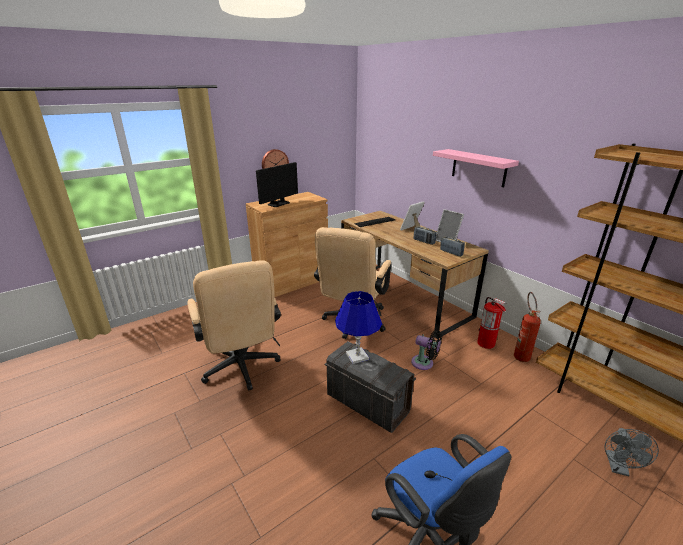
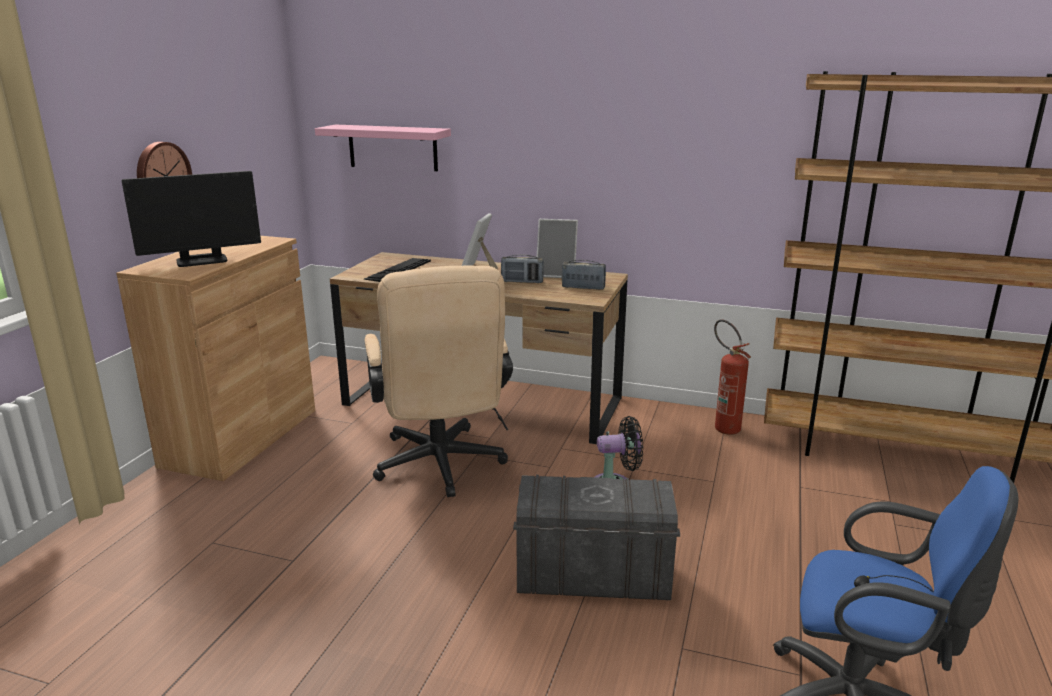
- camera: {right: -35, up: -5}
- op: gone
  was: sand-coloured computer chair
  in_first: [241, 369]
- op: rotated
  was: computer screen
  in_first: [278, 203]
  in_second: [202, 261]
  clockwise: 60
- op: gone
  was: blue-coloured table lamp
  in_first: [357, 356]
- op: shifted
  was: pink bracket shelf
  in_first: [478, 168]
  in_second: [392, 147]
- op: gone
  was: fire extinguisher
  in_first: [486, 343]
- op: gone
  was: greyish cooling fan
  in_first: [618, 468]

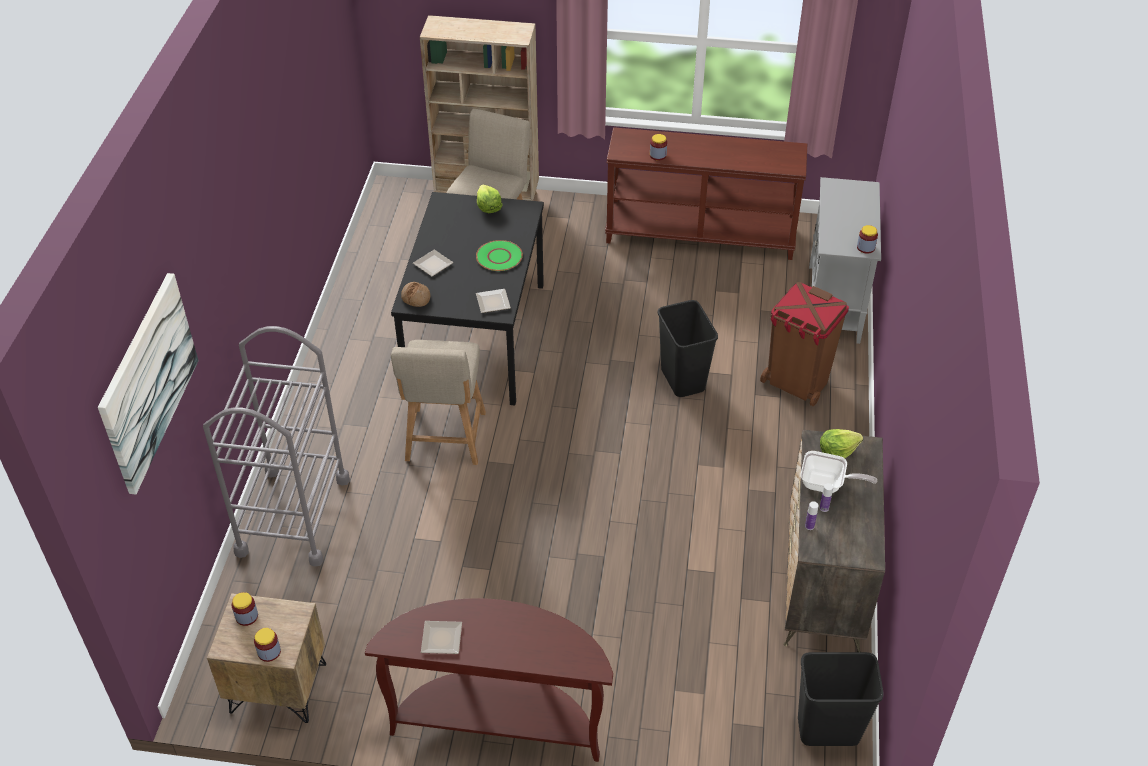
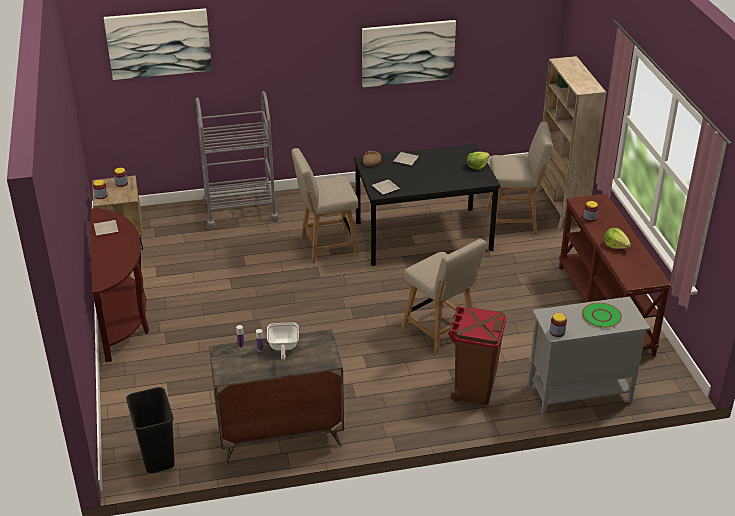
- camera: {right: 70, up: -10}
- op: shifted
  was: green flat dish
  in_first: [499, 256]
  in_second: [602, 316]
- op: swapped
  was: black-coloured rubbish bin
  now: sand-coloured plain chair
  in_first: [683, 380]
  in_second: [440, 332]
- op: shifted
  was: lettuce head
  in_first: [837, 451]
  in_second: [616, 245]
- op: new
  now: wall art
  in_second: [408, 53]

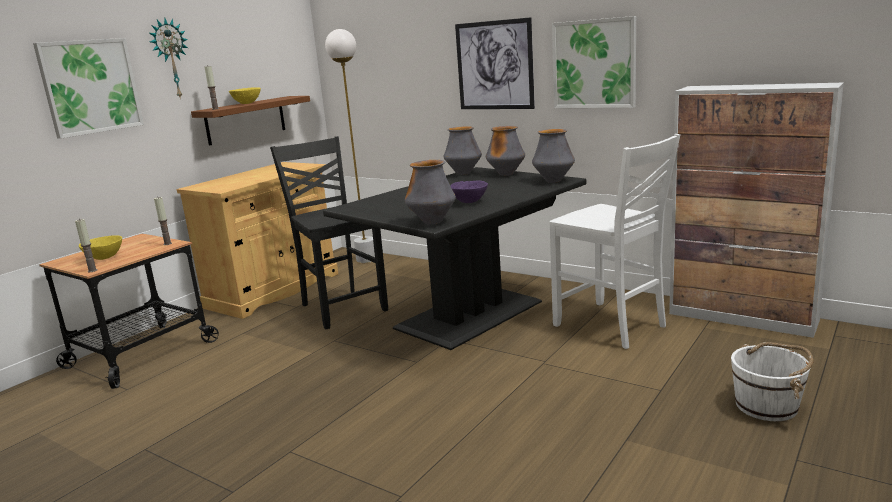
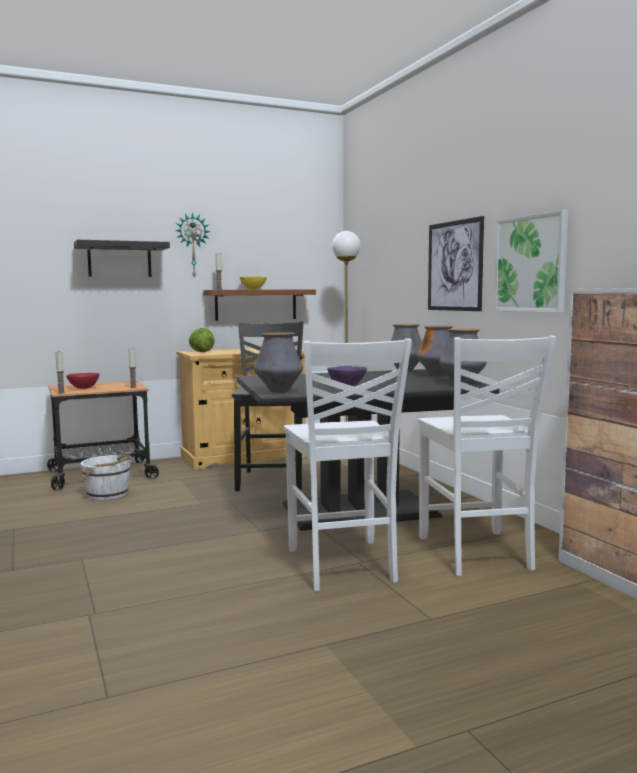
- camera: {right: 30, up: -10}
- op: swapped
  was: wall art
  now: black-coloured bracket shelf
  in_first: [90, 86]
  in_second: [119, 260]
- op: repainted
  was: yellowish deep dish
  now: red deep dish
  in_first: [104, 258]
  in_second: [84, 388]
- op: shifted
  was: white-coloured water bucket
  in_first: [767, 406]
  in_second: [108, 494]
- op: new
  now: lettuce head
  in_second: [201, 352]
- op: new
  now: white-coloured plain chair
  in_second: [342, 566]

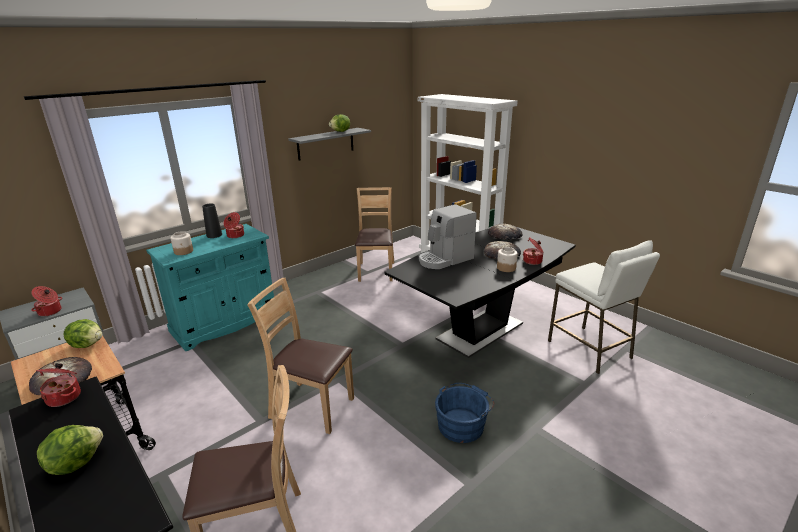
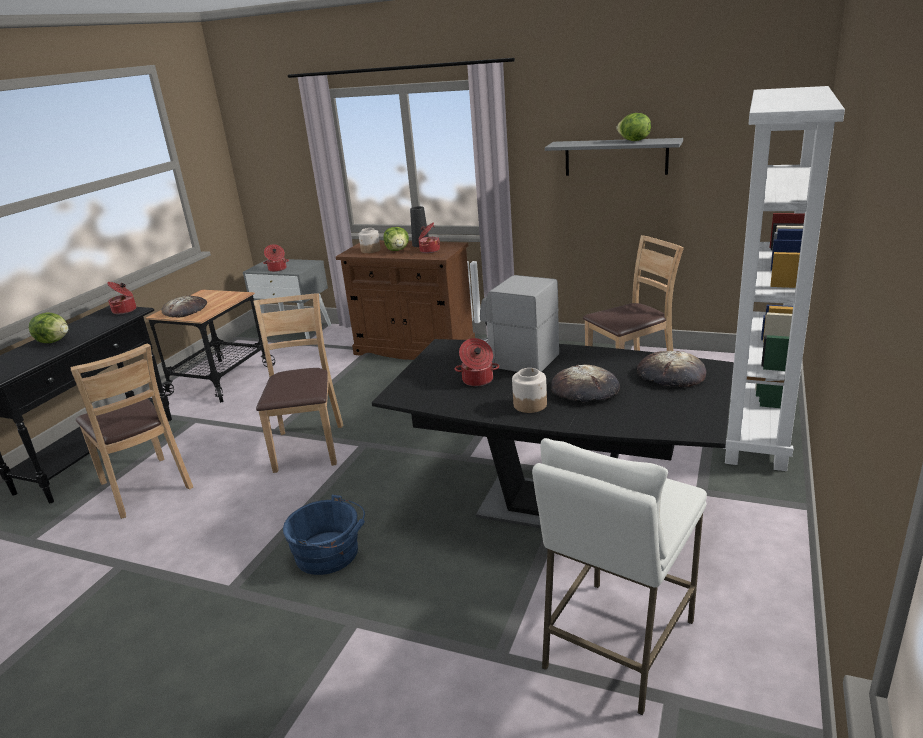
- camera: {right: 65, up: 0}
- op: shifted
  was: lettuce head
  in_first: [88, 344]
  in_second: [398, 250]
- op: repainted
  was: blue-green cabinet
  now: brown-coloured cabinet
  in_first: [225, 323]
  in_second: [414, 348]
- op: shifted
  was: stockpot
  in_first: [533, 261]
  in_second: [477, 380]

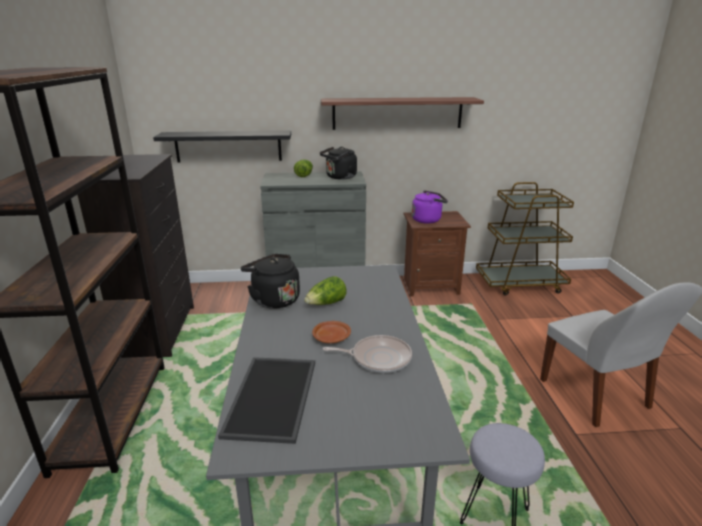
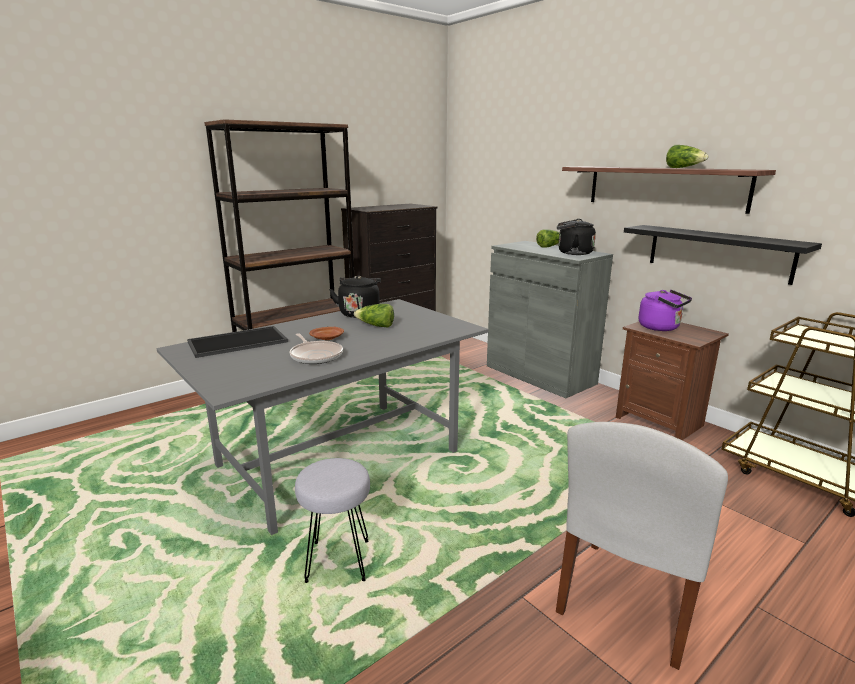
- camera: {right: 55, up: -5}
- op: shifted
  was: black-coloured bracket shelf
  in_first: [228, 146]
  in_second: [718, 253]
- op: new
  now: lettuce head
  in_second: [683, 168]

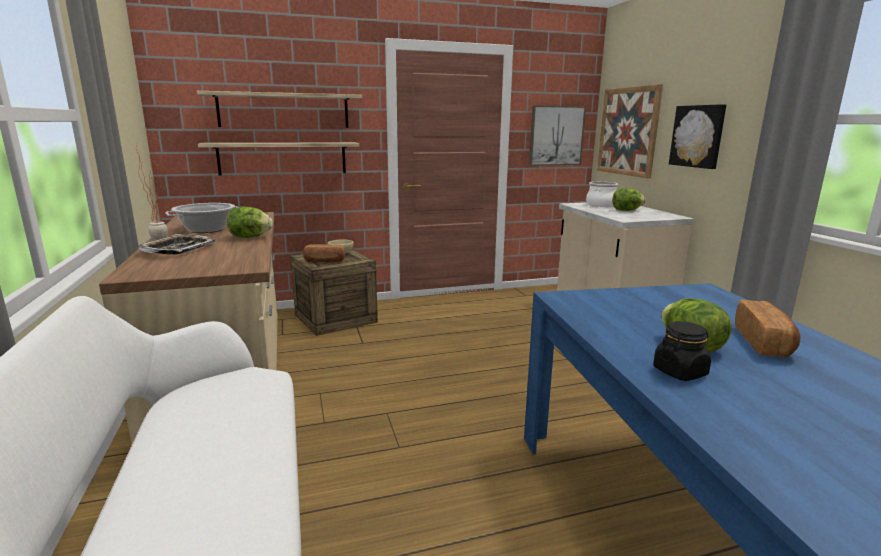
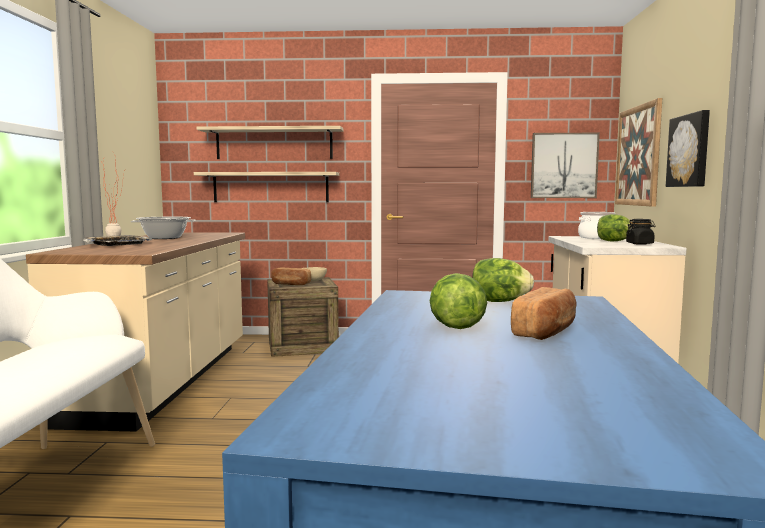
- camera: {right: 20, up: -10}
- op: shifted
  was: lettuce head
  in_first: [250, 237]
  in_second: [499, 302]
- op: shifted
  was: black-coloured preserve jar
  in_first: [680, 372]
  in_second: [640, 244]

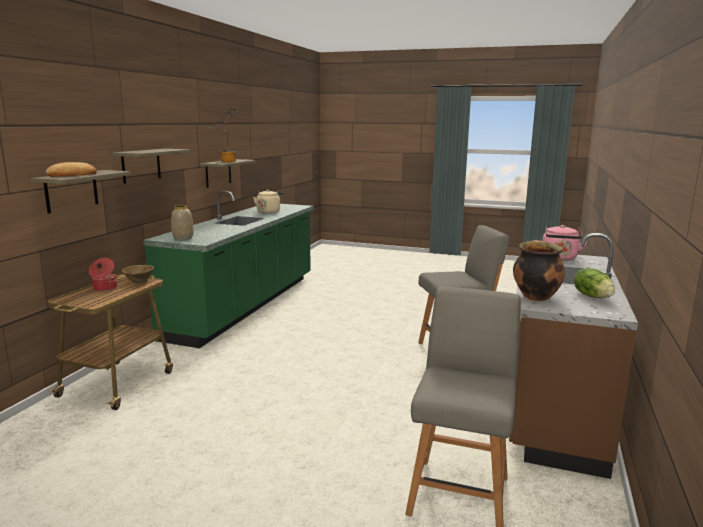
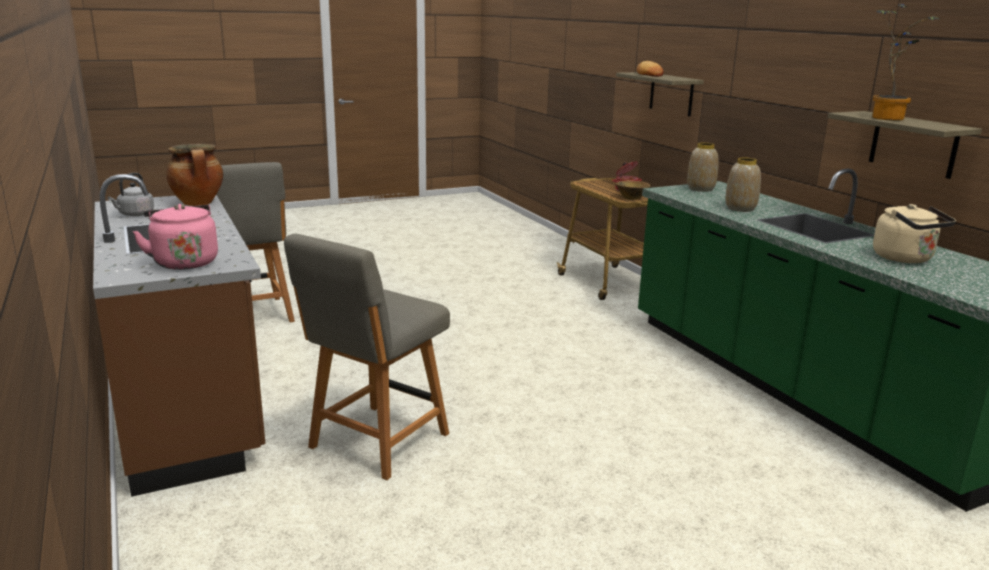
- camera: {right: 135, up: 5}
- op: gone
  was: bracket shelf
  in_first: [141, 165]
- op: swapped
  was: lettuce head
  now: greyish tea kettle
  in_first: [592, 296]
  in_second: [135, 214]
- op: new
  now: decorative vase
  in_second: [740, 209]

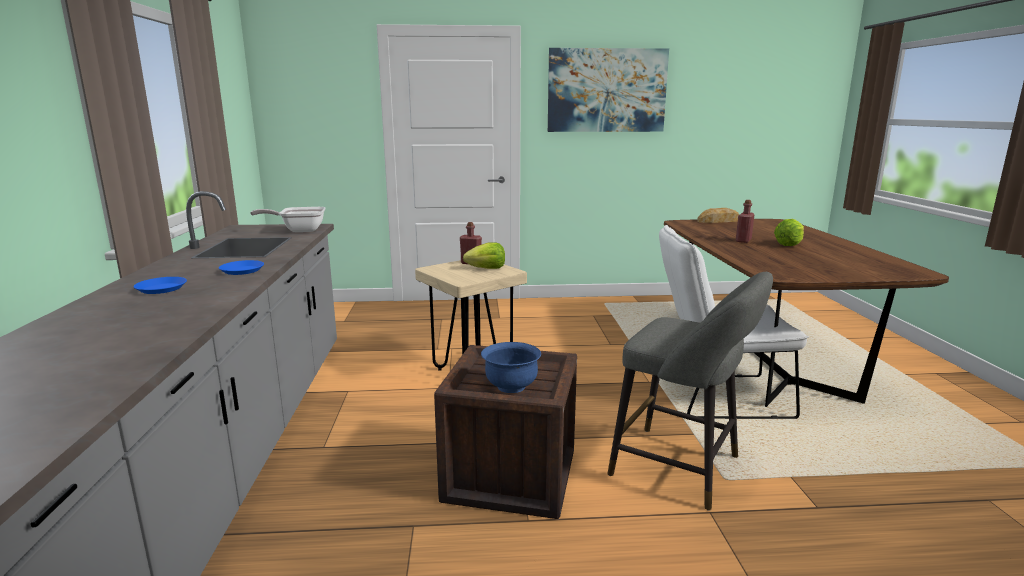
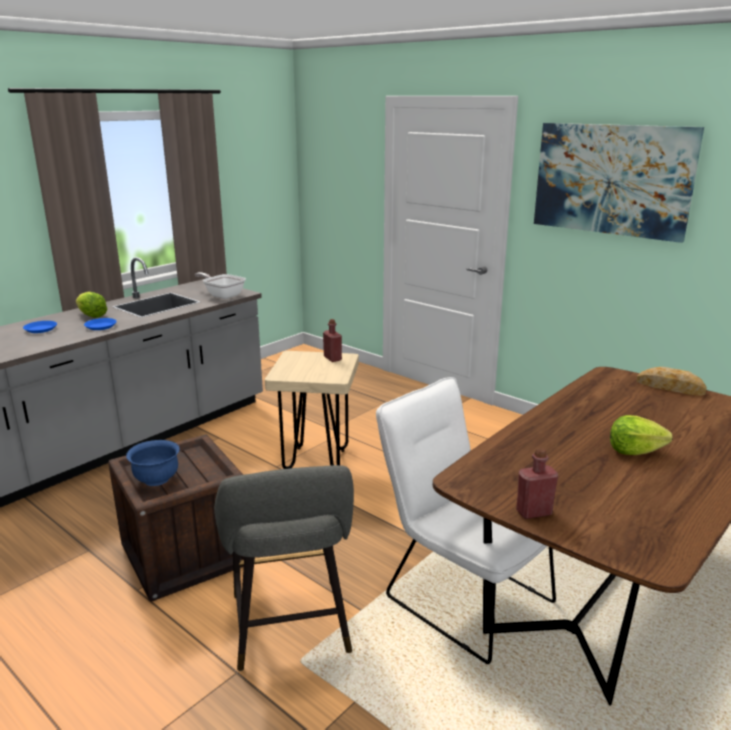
- camera: {right: 45, up: 5}
- op: shifted
  was: lettuce head
  in_first: [487, 269]
  in_second: [91, 316]
- op: shifted
  was: red beverage bottle
  in_first: [743, 240]
  in_second: [534, 512]

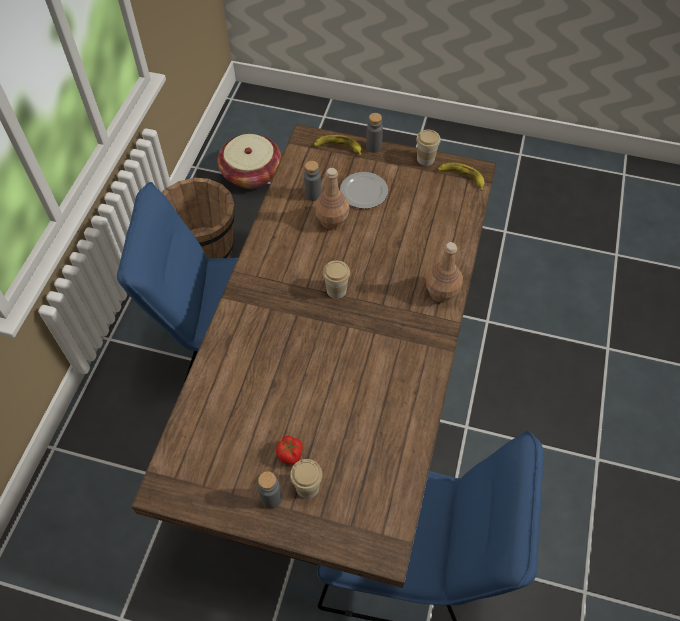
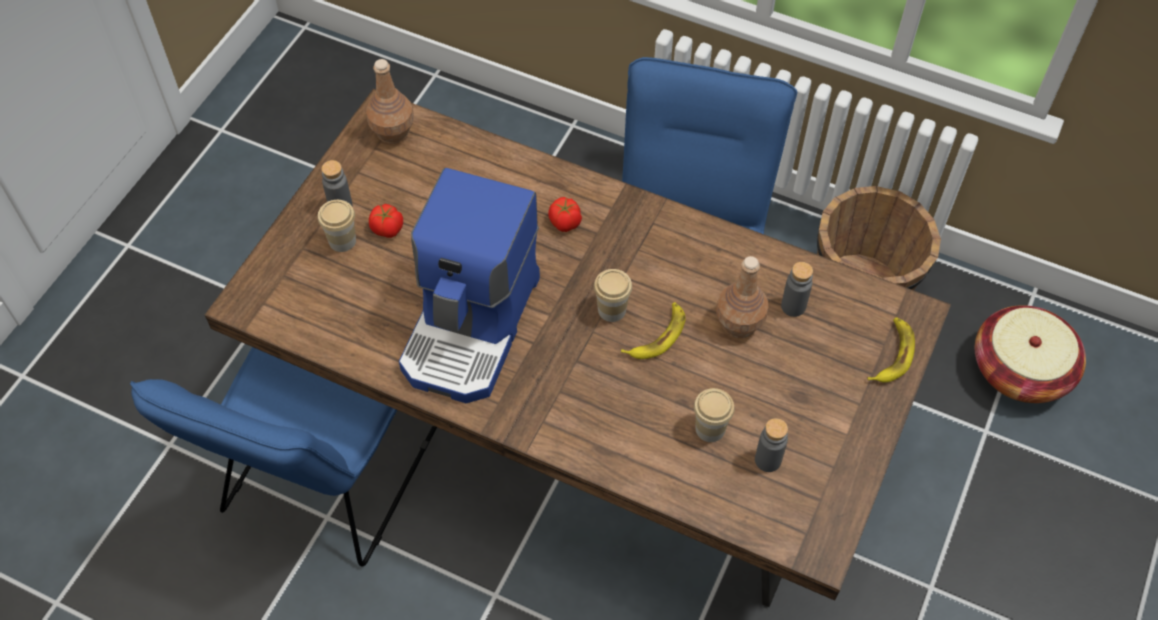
- camera: {right: 100, up: 0}
- op: gone
  was: flat dish
  in_first: [363, 192]
- op: shifted
  was: greyish beverage bottle
  in_first: [373, 147]
  in_second: [768, 460]
- op: shifted
  was: cup
  in_first: [425, 159]
  in_second: [710, 429]
- op: shifted
  was: brown-coloured beverage bottle
  in_first: [442, 292]
  in_second: [393, 132]
- op: shifted
  was: banana
  in_first: [461, 177]
  in_second: [657, 335]
- op: new
  now: coffee machine
  in_second: [472, 327]
- op: new
  now: whole tomato
  in_second: [565, 223]

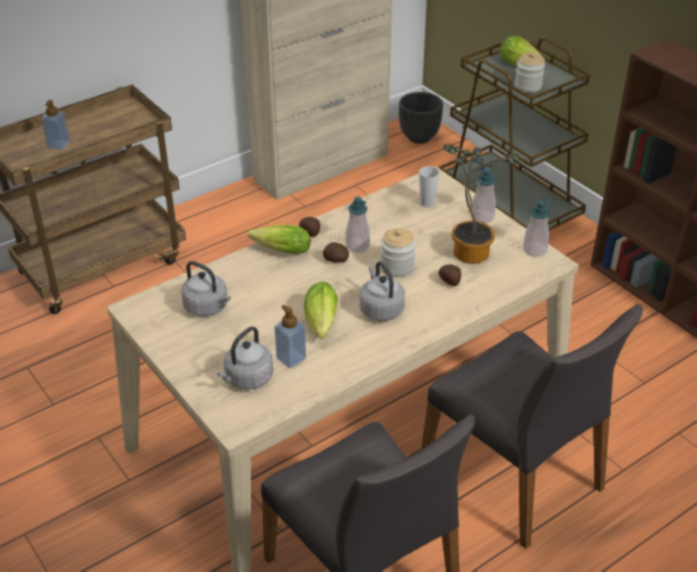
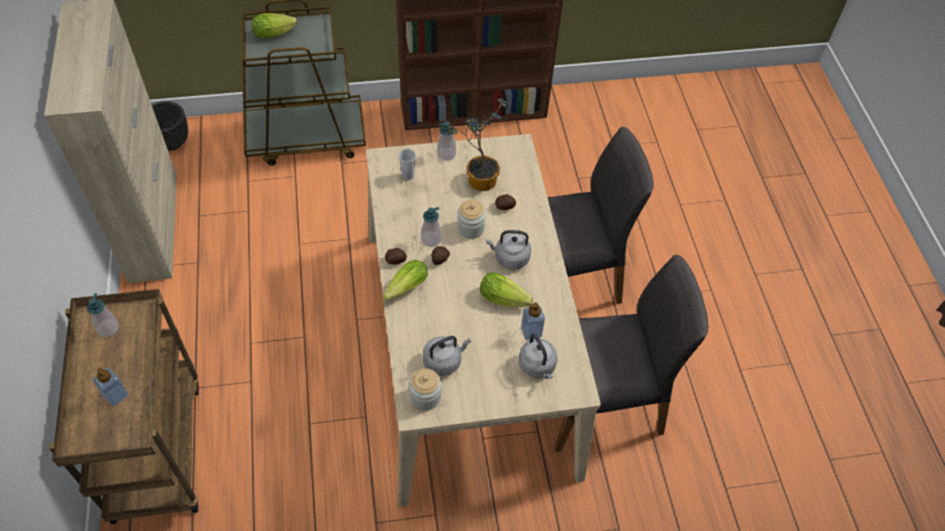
- camera: {right: -65, up: 15}
- op: shifted
  was: preserve jar
  in_first: [528, 86]
  in_second: [425, 397]
- op: shifted
  was: soap bottle
  in_first: [534, 250]
  in_second: [108, 328]

